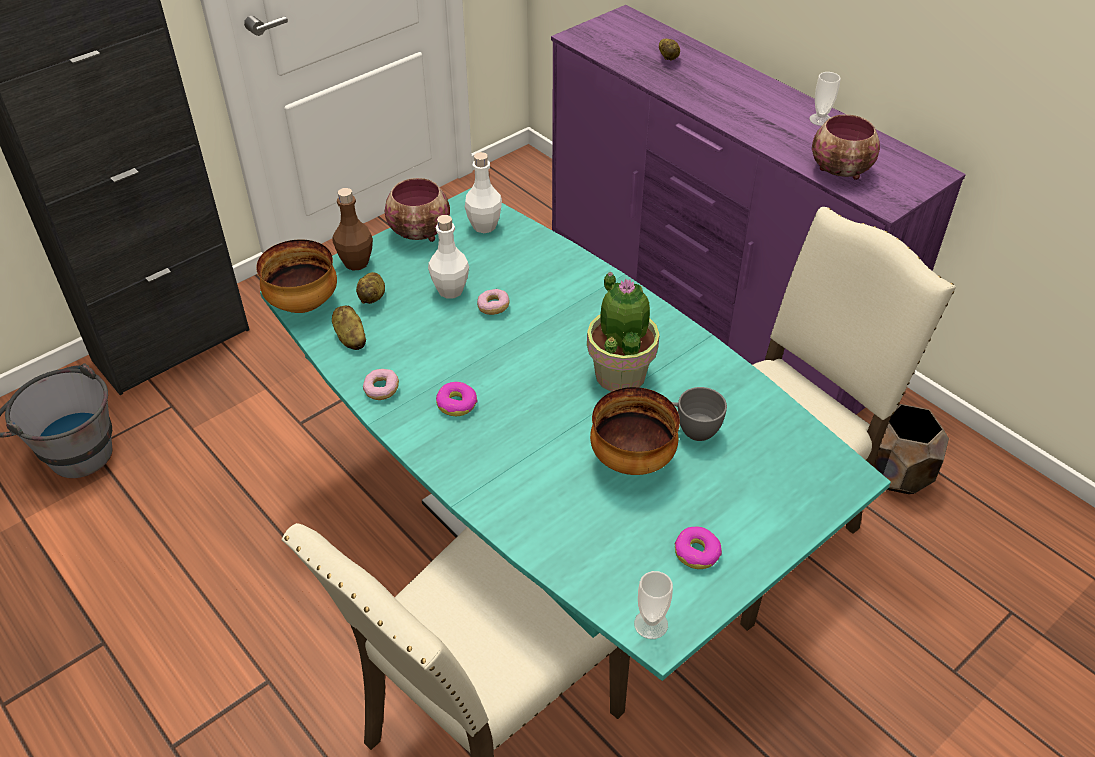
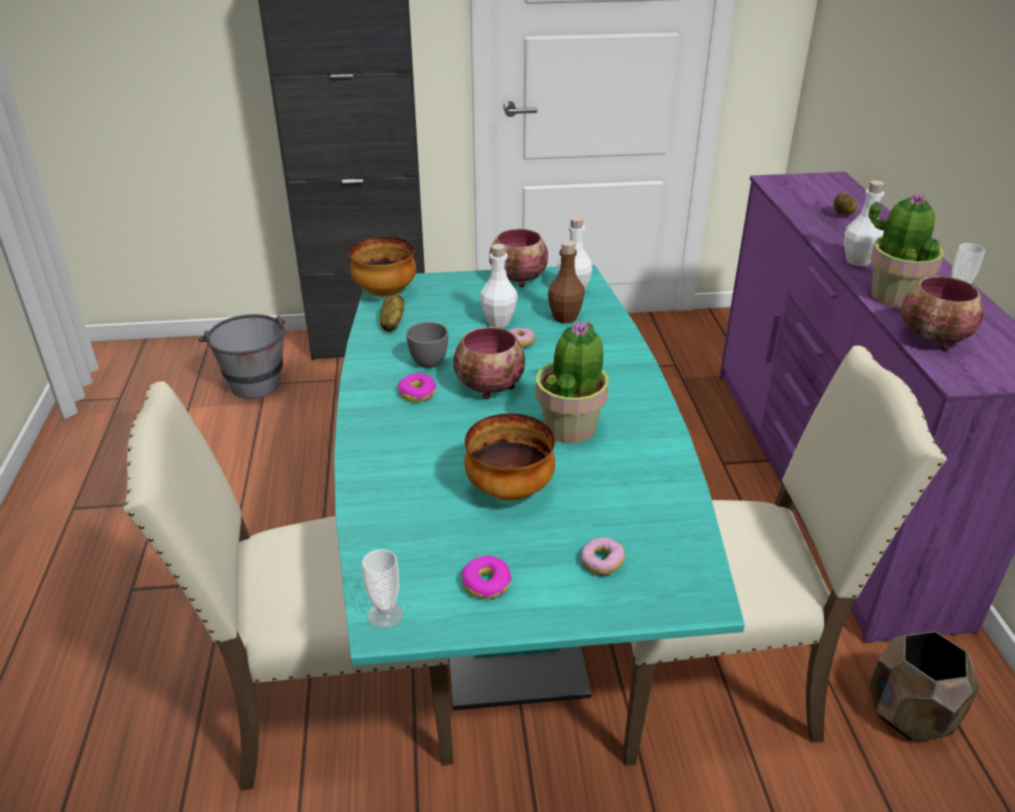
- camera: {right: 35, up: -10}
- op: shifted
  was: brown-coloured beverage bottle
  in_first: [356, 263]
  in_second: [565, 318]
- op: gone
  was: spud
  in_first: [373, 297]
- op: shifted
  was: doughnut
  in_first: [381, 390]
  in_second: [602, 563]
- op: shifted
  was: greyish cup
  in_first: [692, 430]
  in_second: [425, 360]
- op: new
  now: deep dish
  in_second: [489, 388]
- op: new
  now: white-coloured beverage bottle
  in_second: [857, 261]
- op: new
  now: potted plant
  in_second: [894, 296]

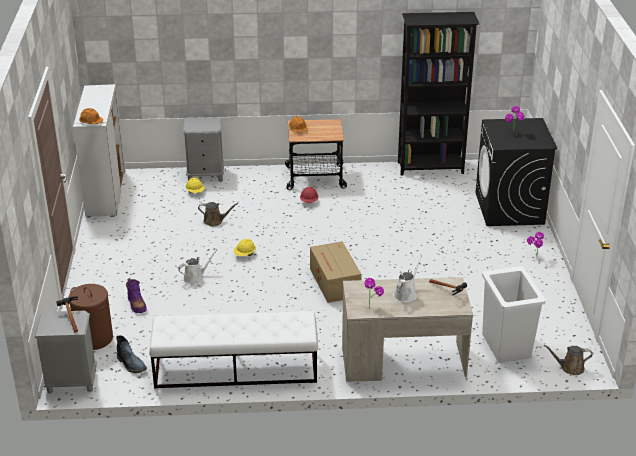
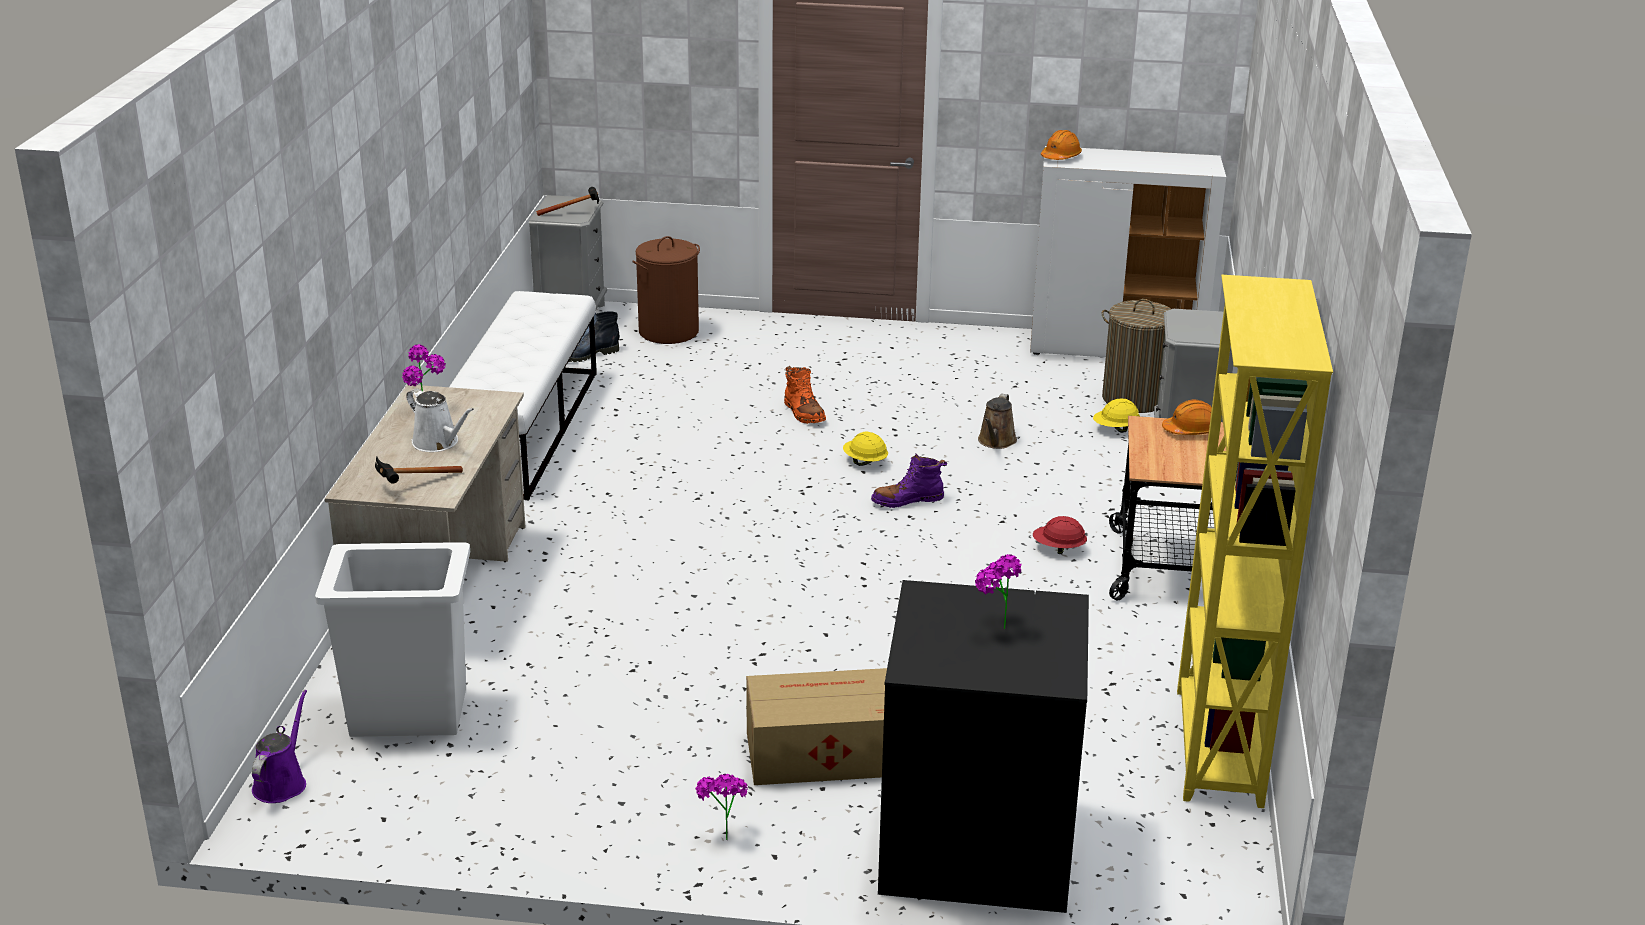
- camera: {right: 100, up: -5}
- op: shifted
  was: purplish high-top boot
  in_first: [136, 304]
  in_second: [907, 500]
- op: swapped
  was: white-coloured sprinkling can
  now: orange-coloured high-top boot
  in_first: [195, 278]
  in_second: [803, 413]
- op: shifted
  was: cardboard box
  in_first: [334, 283]
  in_second: [821, 753]
- op: repainted
  was: black-coloured bookcase
  now: yellowish bookcase
  in_first: [431, 168]
  in_second: [1216, 748]
- op: repainted
  was: brown-coloured sprinkling can
  now: purplish sprinkling can
  in_first: [570, 368]
  in_second: [282, 783]
- op: new
  now: hamper
  in_second: [1133, 399]

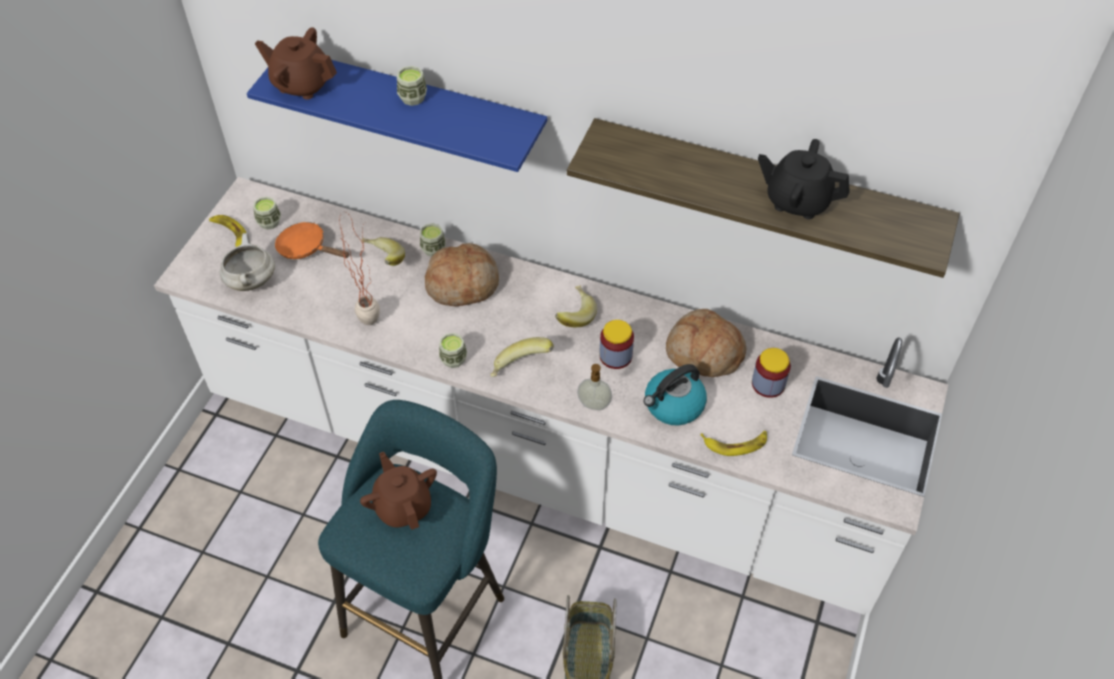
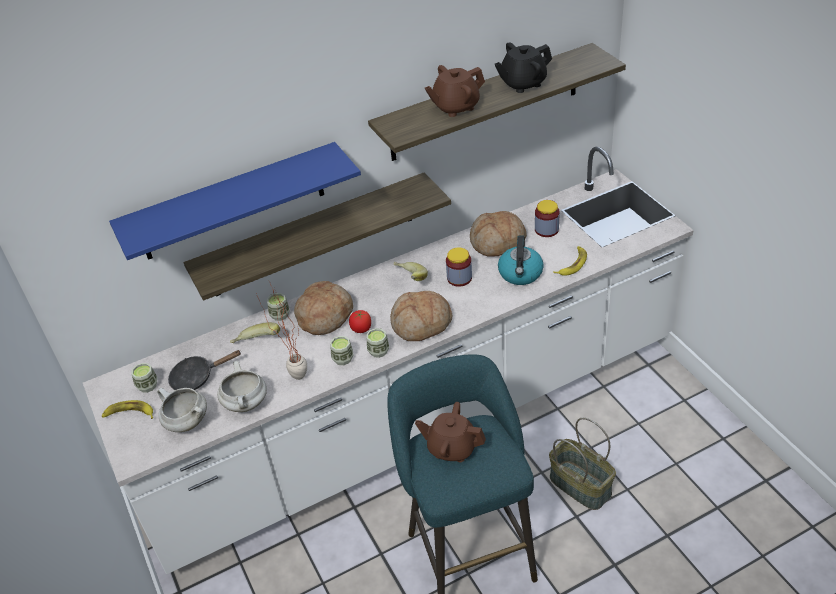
- camera: {right: -45, up: -10}
- op: shifted
  was: brown-coloured pot for tea
  in_first: [302, 84]
  in_second: [455, 107]
- op: repainted
  was: orange-coloured frying pan
  now: black-coloured frying pan
  in_first: [306, 248]
  in_second: [197, 377]
- op: shifted
  was: cup
  in_first: [412, 98]
  in_second: [343, 359]
- op: swapped
  was: banana
  now: bread
  in_first: [521, 368]
  in_second: [421, 324]
- op: gone
  was: soap bottle
  in_first: [593, 405]
- op: new
  now: bracket shelf
  in_second: [313, 235]
- op: new
  now: white-coloured stockpot
  in_second: [246, 403]
- op: new
  now: whole tomato
  in_second: [361, 329]

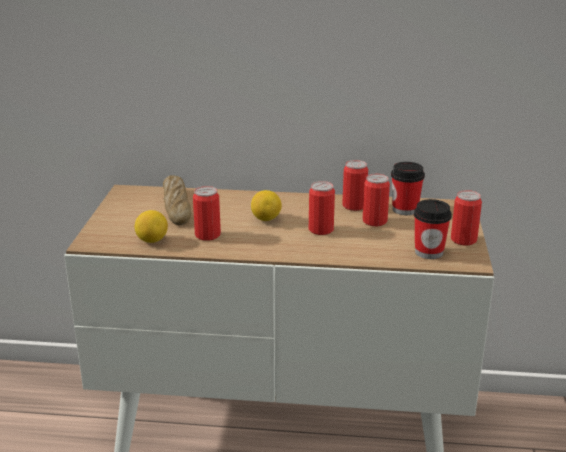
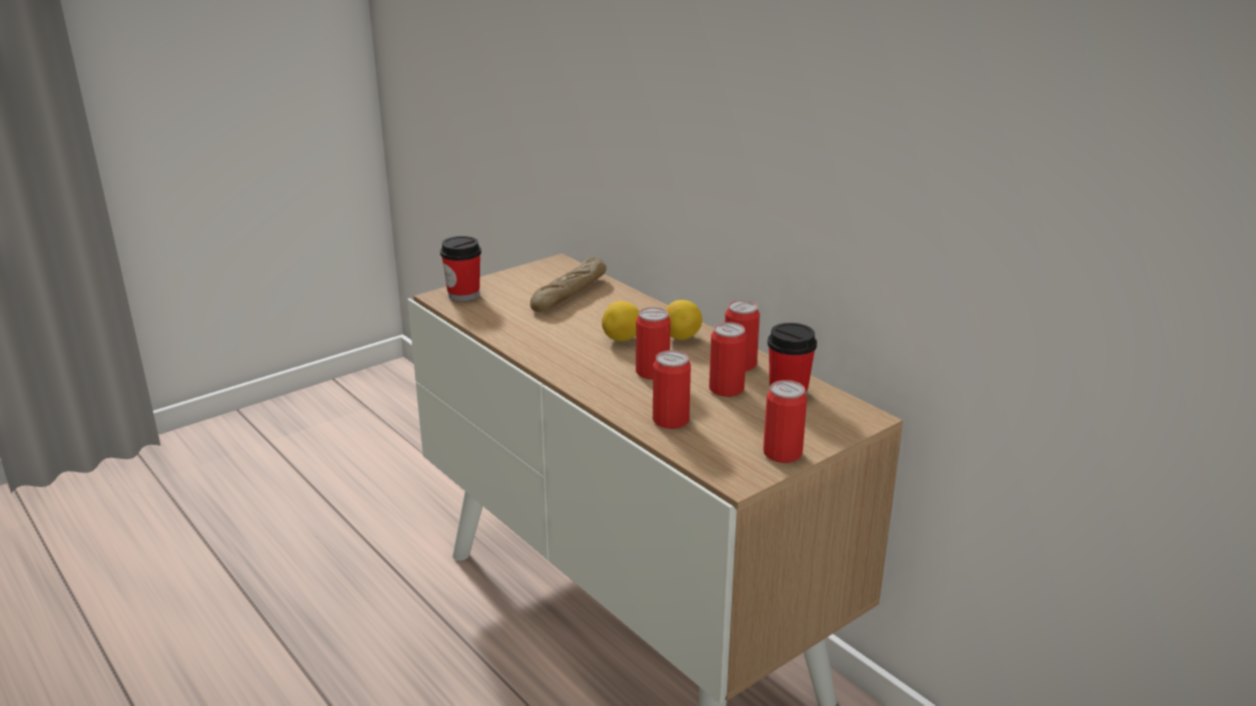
- camera: {right: 45, up: 0}
- op: shifted
  was: whole lemon
  in_first: [152, 241]
  in_second: [682, 338]
- op: shifted
  was: sealed can
  in_first: [207, 235]
  in_second: [671, 420]
- op: shifted
  was: cup
  in_first: [429, 252]
  in_second: [463, 295]

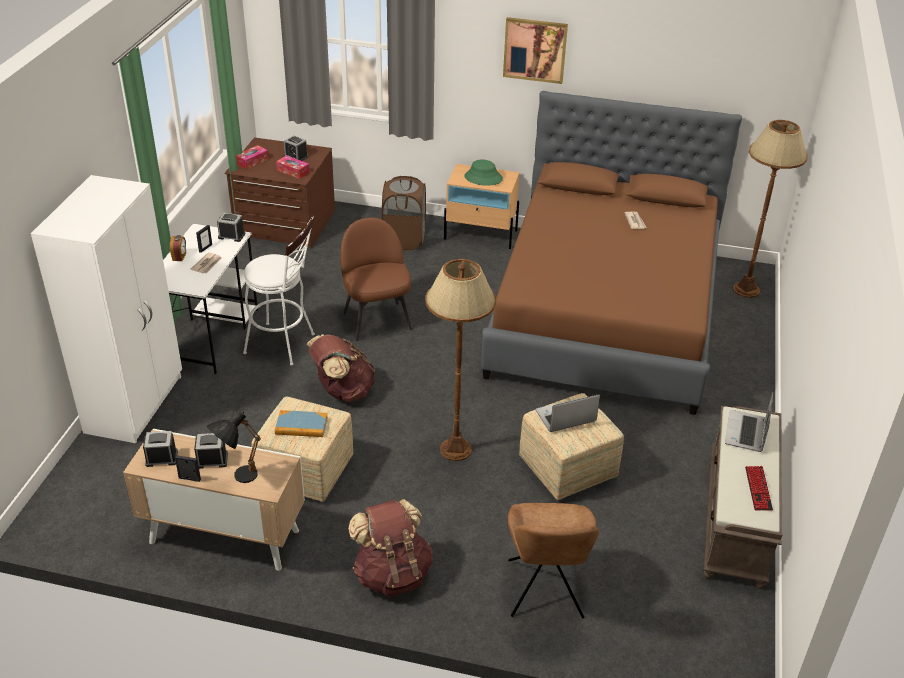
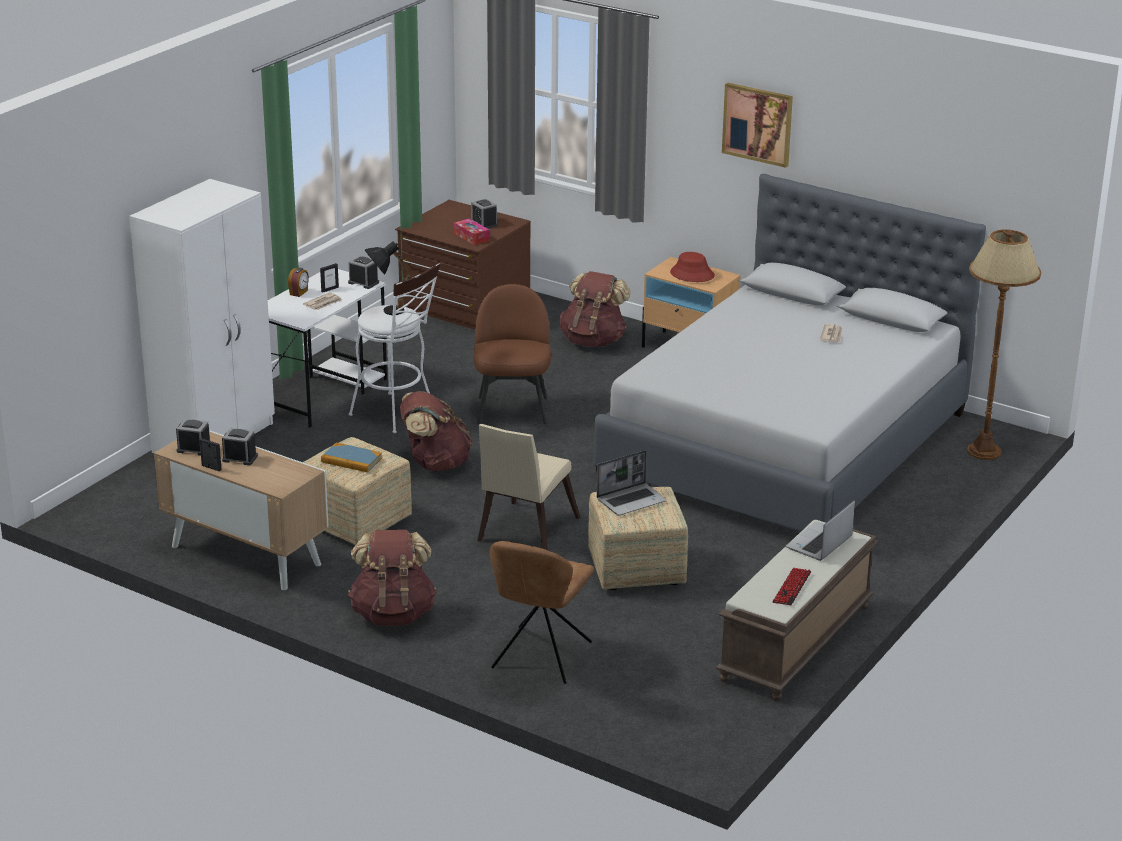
- camera: {right: 20, up: -10}
- op: shifted
  was: black-coloured table lamp
  in_first: [237, 478]
  in_second: [386, 311]
- op: gone
  was: tissue box
  in_first: [252, 161]
- op: swapped
  was: brown-coloured hamper
  now: brown-coloured backpack
  in_first: [404, 240]
  in_second: [593, 341]
- op: swapped
  was: brown-coloured standing lamp
  now: sand-coloured plain chair
  in_first: [455, 449]
  in_second: [524, 532]
- op: repainted
  was: green clothing hat
  now: red clothing hat
  in_first: [483, 178]
  in_second: [692, 274]
- op: repainted
  was: brown-coloured bedroom bed
  now: greyish bedroom bed
  in_first: [605, 313]
  in_second: [786, 445]
- op: rotated
  was: laptop
  in_first: [565, 417]
  in_second: [631, 500]
  clockwise: 150

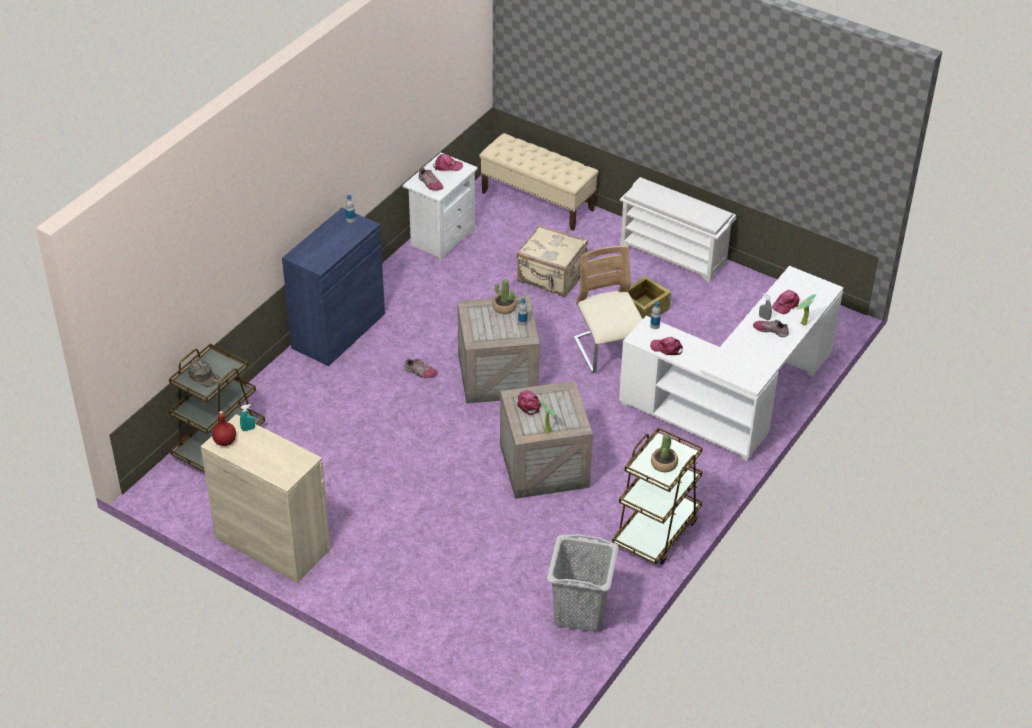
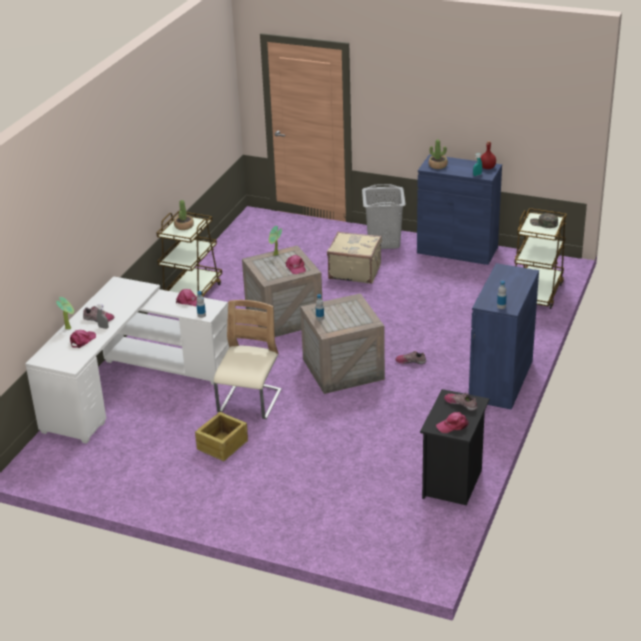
- camera: {right: 170, up: -10}
- op: repainted
  was: sand-coloured cabinet
  now: blue-coloured cabinet
  in_first: [272, 543]
  in_second: [457, 250]
- op: repainted
  was: white-coloured bedside table
  now: black-coloured bedside table
  in_first: [441, 238]
  in_second: [453, 483]
- op: gone
  was: sand-coloured long seat
  in_first: [538, 201]
- op: shifted
  was: potted plant
  in_first: [504, 307]
  in_second: [438, 165]
- op: shifted
  was: sand-coloured travel case
  in_first: [551, 277]
  in_second: [354, 271]
- op: shifted
  was: greyish hamper
  in_first: [579, 612]
  in_second: [384, 241]
- op: rotated
  was: sand-coloured plain chair
  in_first: [608, 351]
  in_second: [250, 403]
  clockwise: -135
- op: gone
  was: white-coloured shoe rack
  in_first: [674, 255]

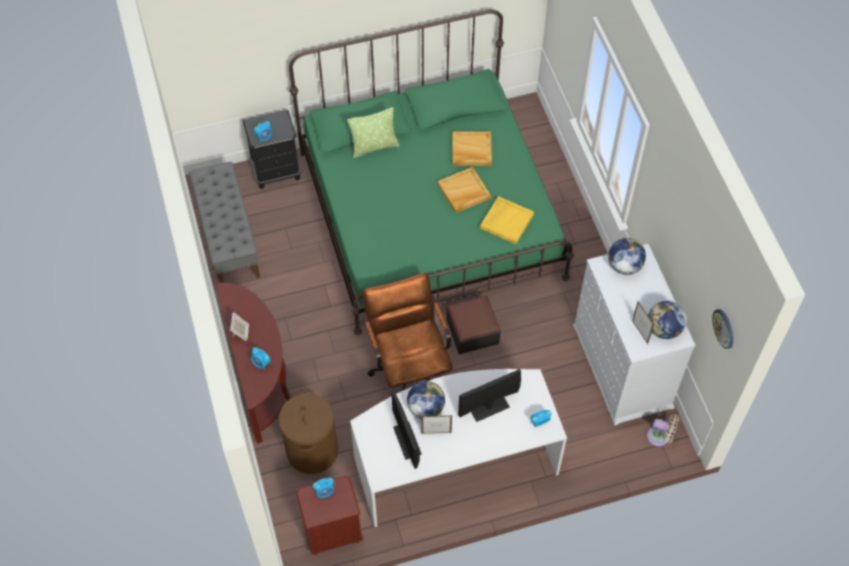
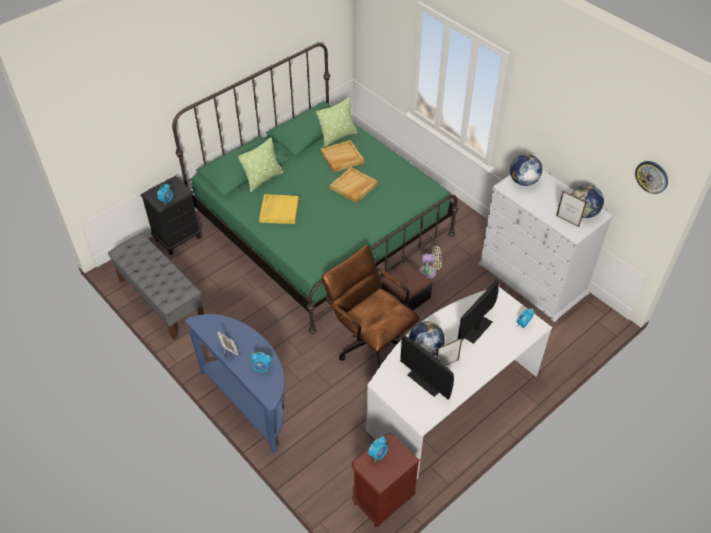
- camera: {right: -25, up: -10}
- op: repainted
  was: brown-coloured narrow table
  now: blue-coloured narrow table
  in_first: [261, 382]
  in_second: [250, 402]
- op: gone
  was: brown-coloured hamper
  in_first: [312, 450]
- op: shifted
  was: yellowish tray
  in_first: [506, 221]
  in_second: [279, 210]
- op: shifted
  was: sand-coloured cooling fan
  in_first: [660, 437]
  in_second: [429, 272]
- op: new
  now: throw pillow
  in_second: [337, 136]

